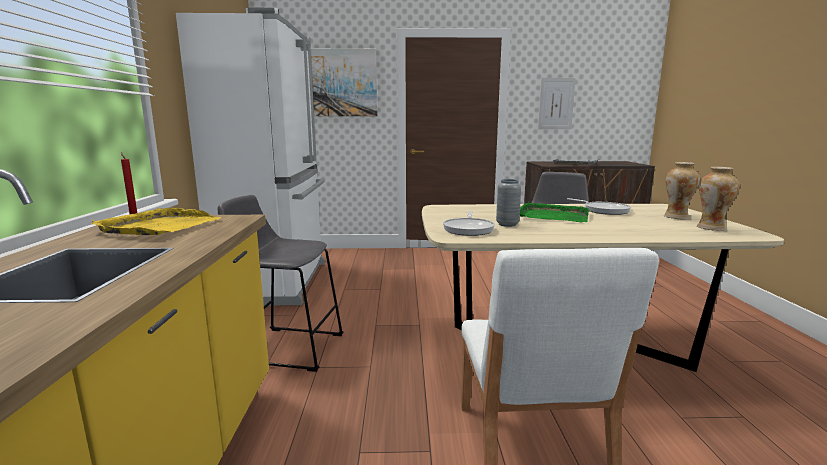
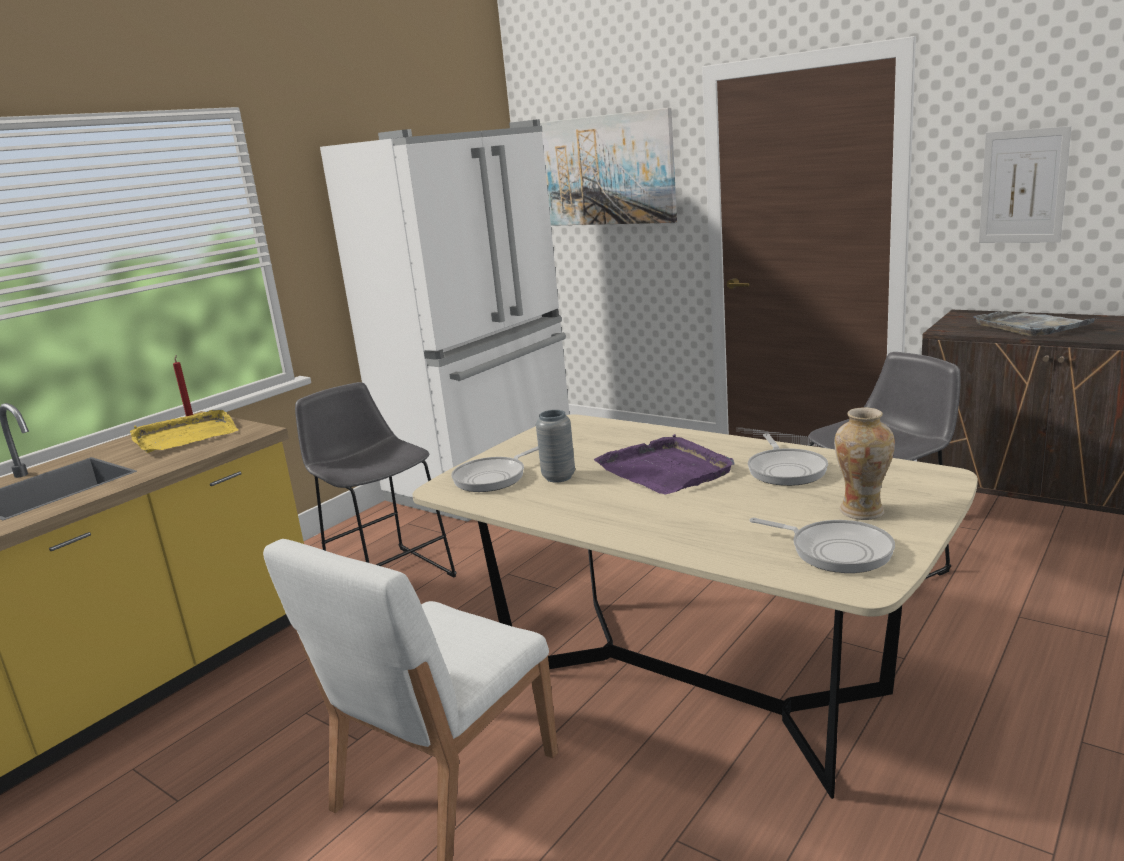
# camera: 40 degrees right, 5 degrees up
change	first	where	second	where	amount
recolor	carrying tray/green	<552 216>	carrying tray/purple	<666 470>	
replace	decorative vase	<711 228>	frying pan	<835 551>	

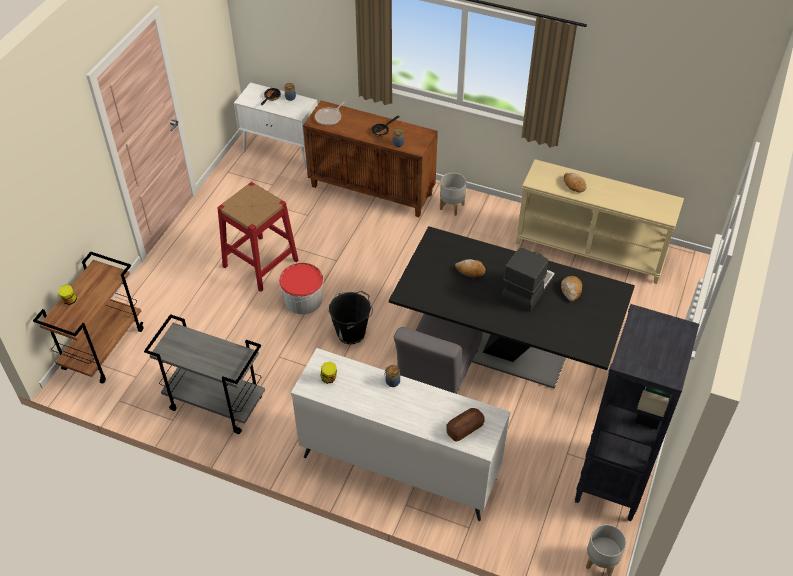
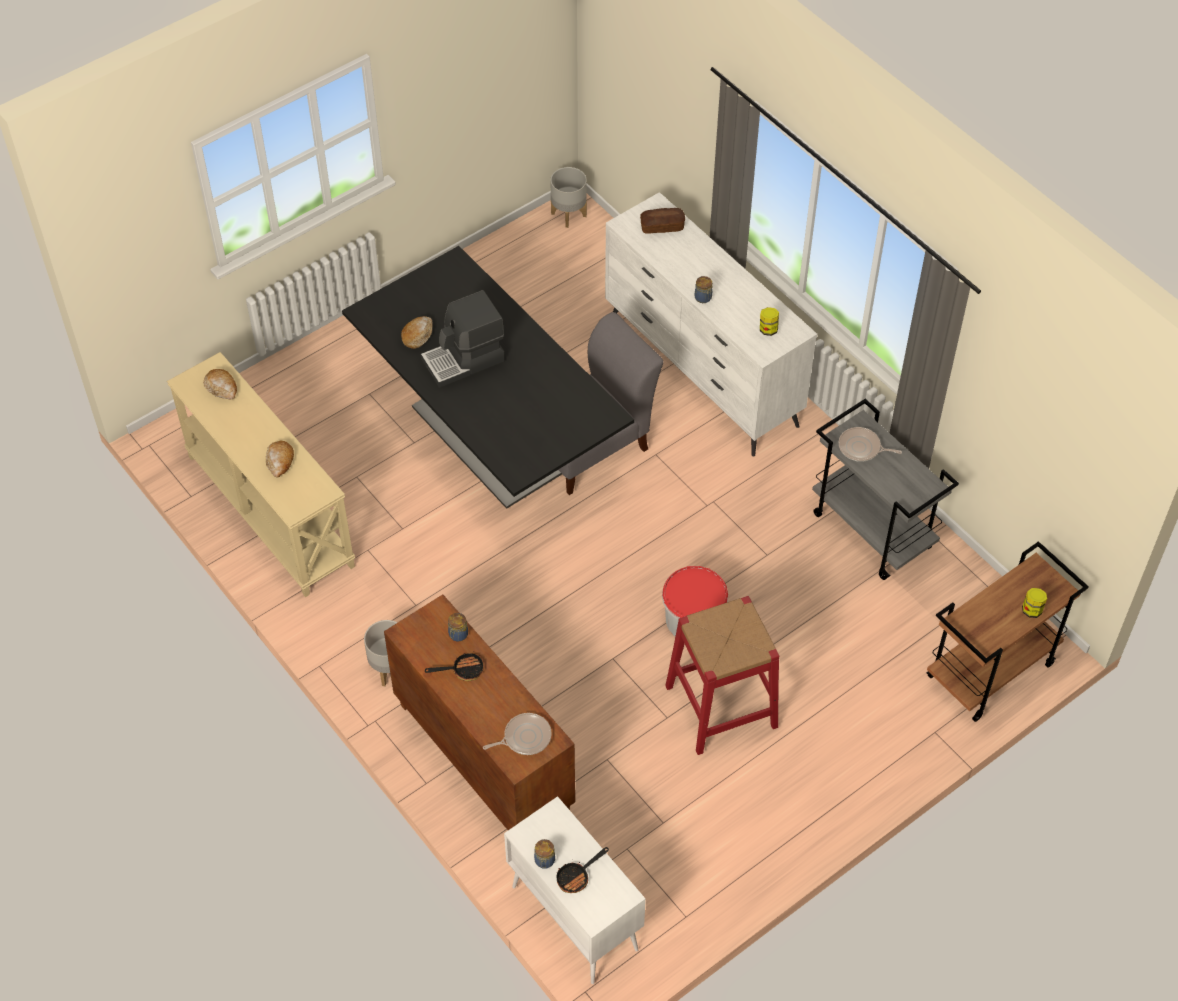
# camera: 150 degrees left, 5 degrees up
change	first	where	second	where	amount
move	bakery bread	<470 271>		<222 388>	
insert			frying pan	<861 448>	
delete	bucket/black	<352 332>			
delete	shelving unit/black	<611 482>			

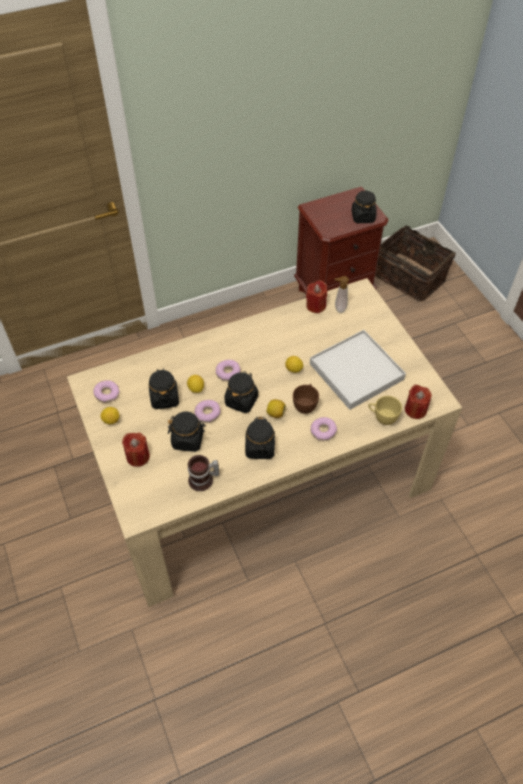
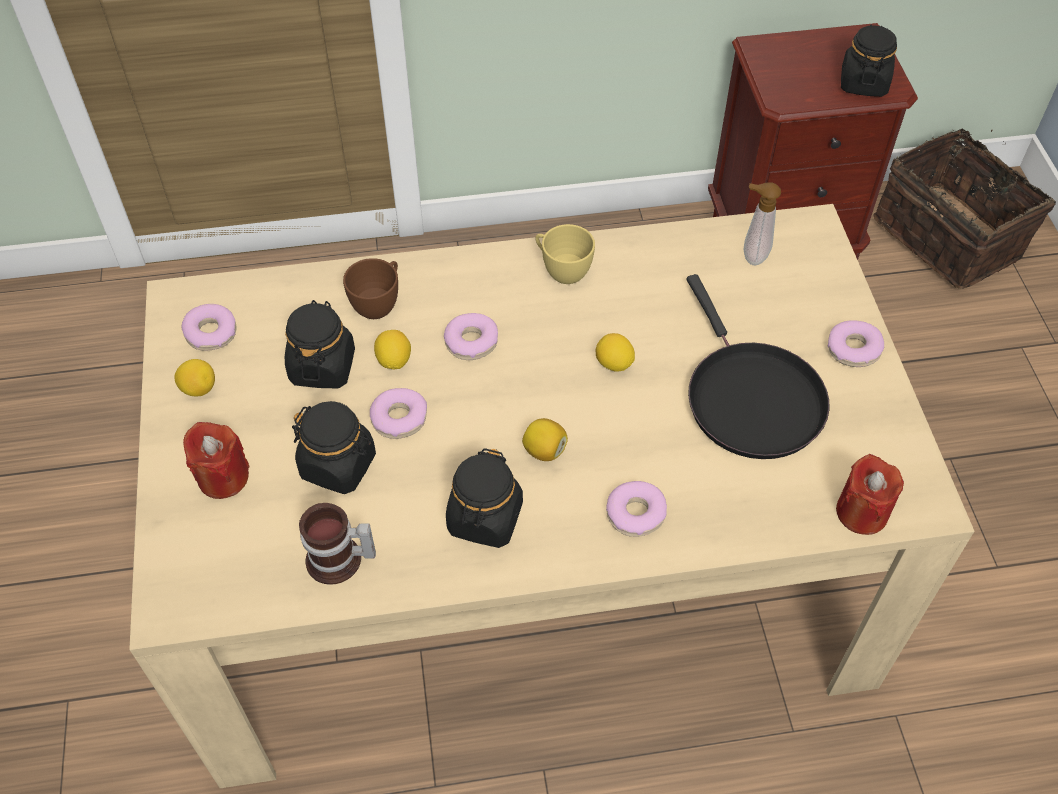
# camera: 15 degrees right, 0 degrees up
change	first	where	second	where	amount
move	drinking cup/brown-coloured	<305 405>		<379 304>	
move	drinking cup/yellowish	<382 418>		<561 270>	
replace	carrying tray/white-coloured	<356 372>	frying pan/black	<750 398>	
insert			doughnut	<853 349>	
delete	storage jar/black	<241 400>			
delete	wax candle/red	<316 305>			

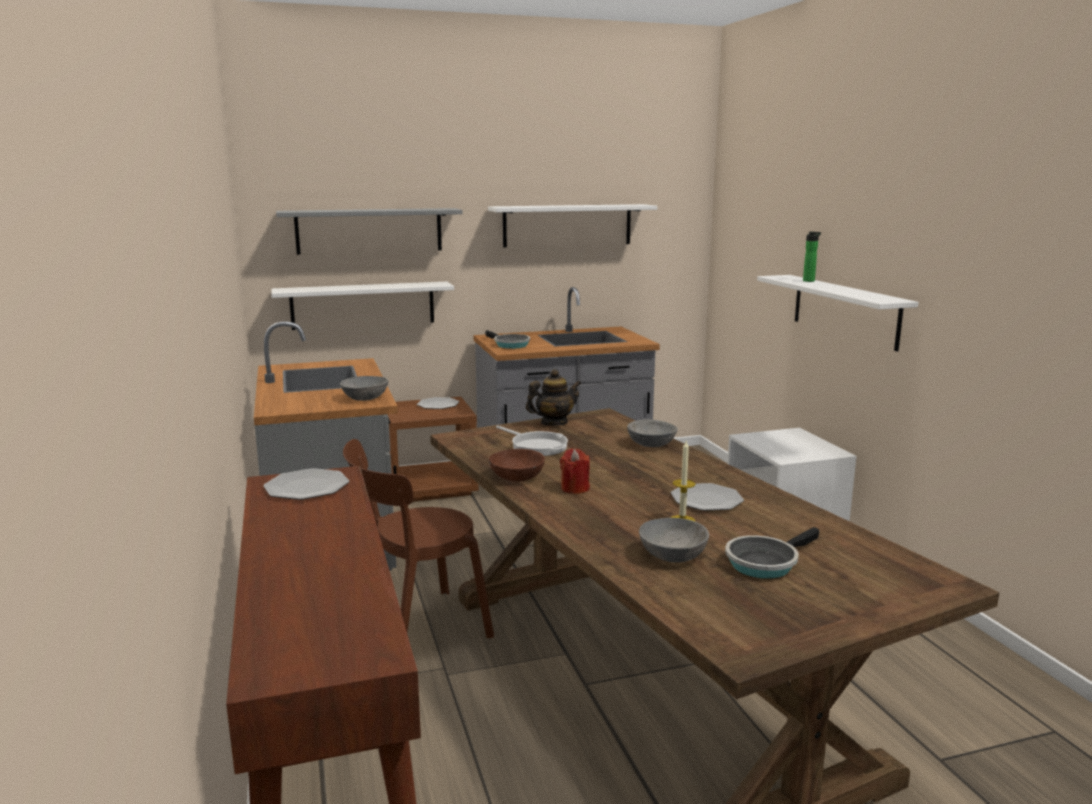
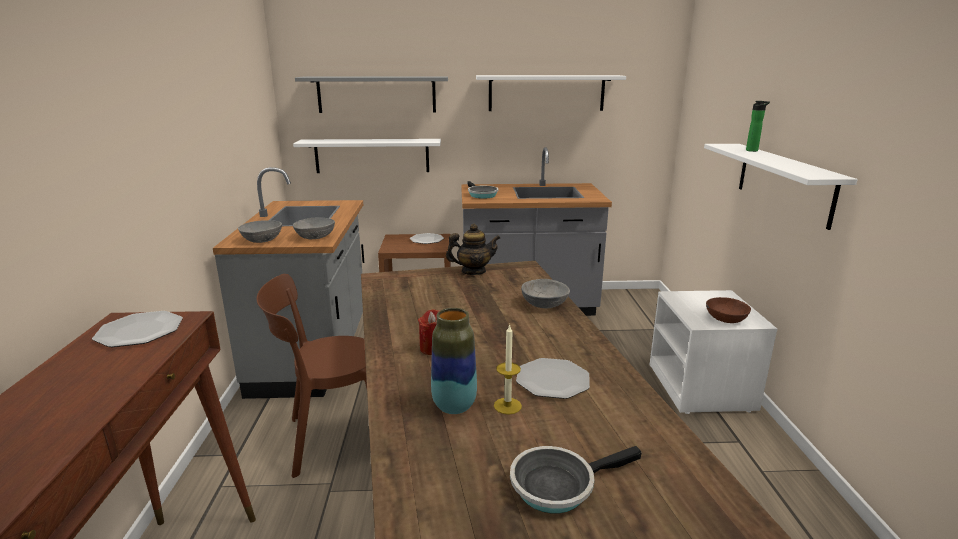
# camera: 15 degrees right, 5 degrees up
change	first	where	second	where	amount
move	serving bowl/greyish	<673 555>		<263 240>	
insert			decorative vase	<454 406>	
move	serving bowl/brown-coloured	<517 477>		<725 319>	
delete	frying pan	<536 446>			

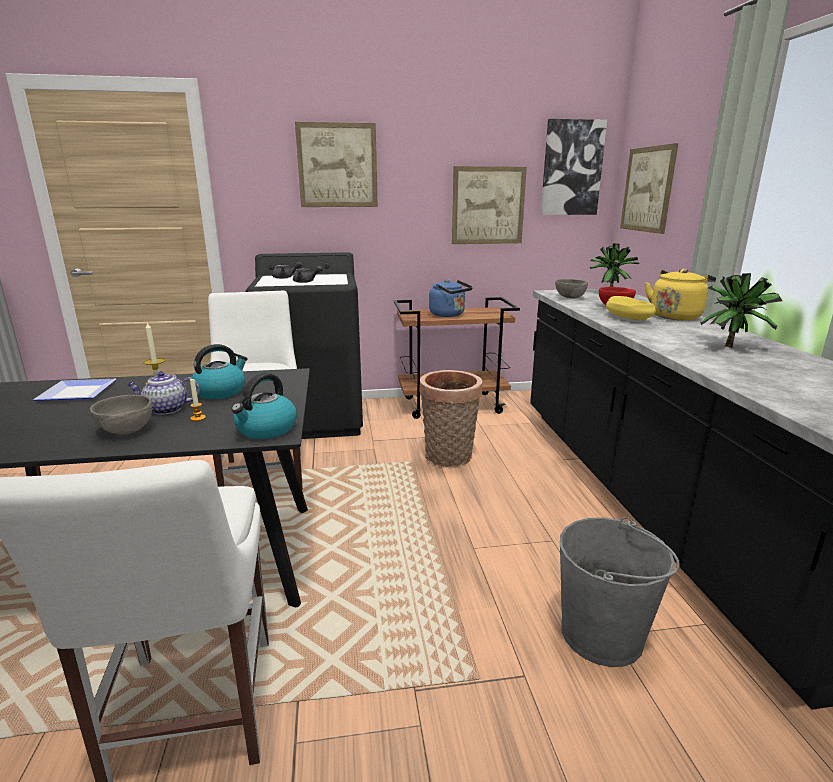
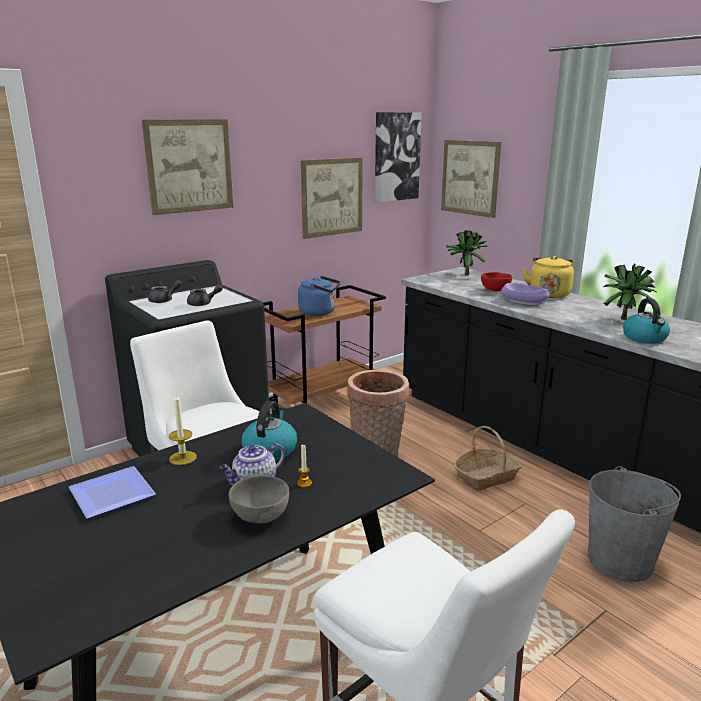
# camera: 30 degrees left, 0 degrees up
change	first	where	second	where	amount
insert			storage basket	<486 477>	
recolor	serving bowl/yellowish	<628 318>	serving bowl/purple	<524 302>	
move	water kettle	<266 429>		<645 338>	
delete	serving bowl/greyish	<570 298>			

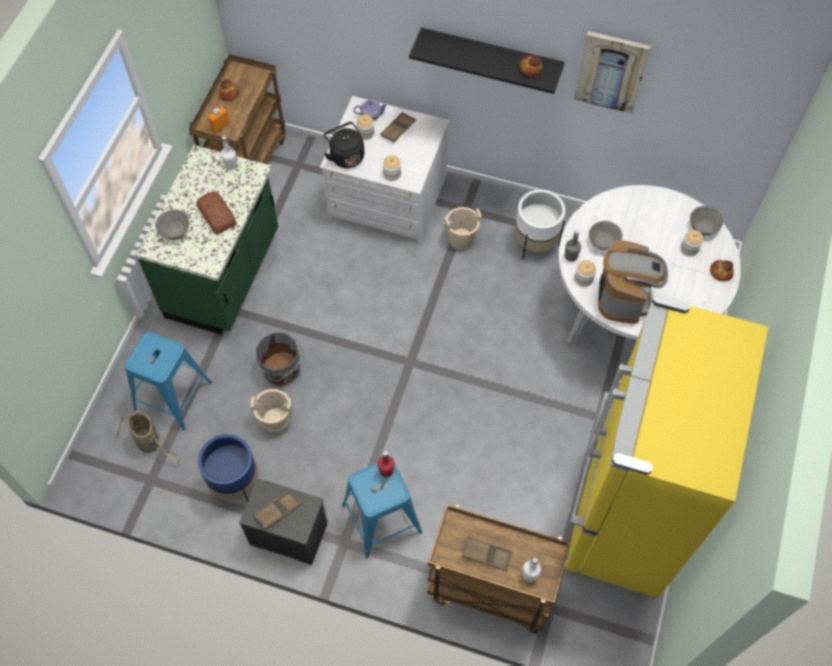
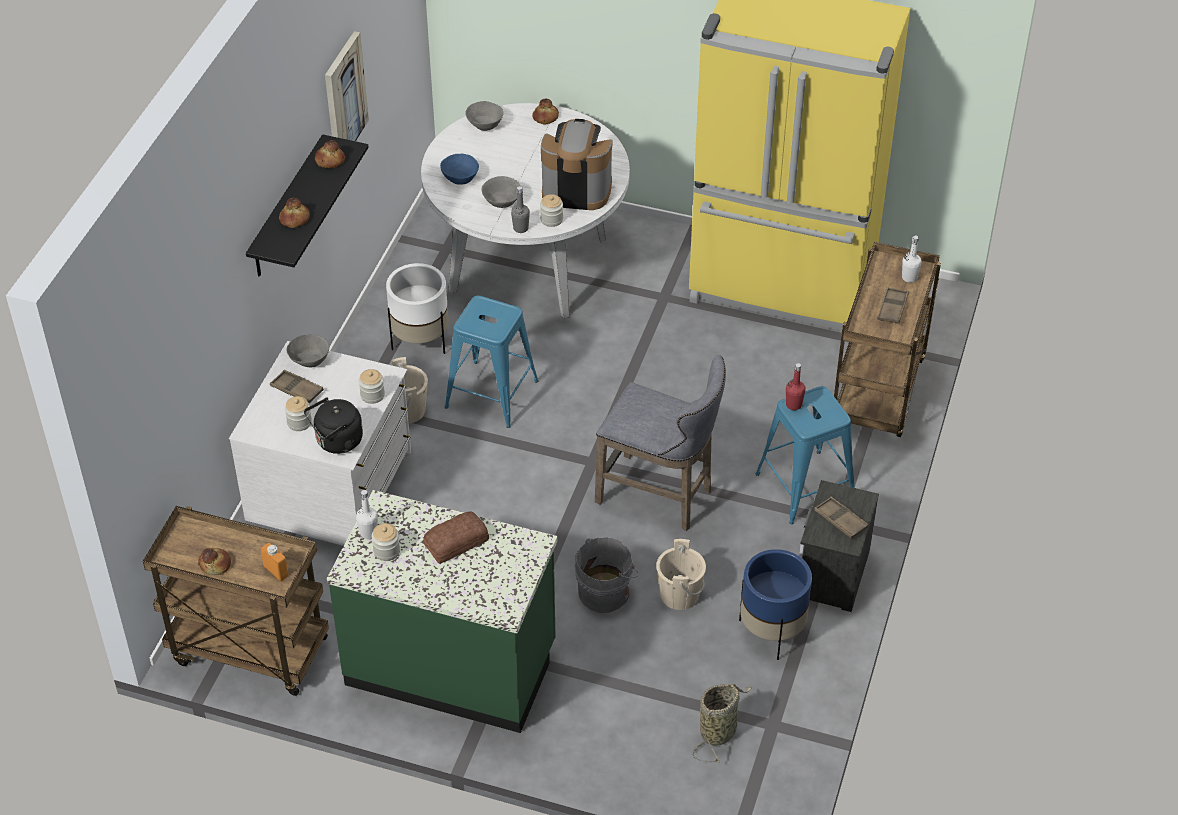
# camera: 90 degrees left, 15 degrees down
change	first	where	second	where	amount
insert			bakery bread	<295 219>	
move	serving bowl/greyish	<175 231>		<310 360>	
move	storage jar	<689 248>		<386 551>	
insert			serving bowl/bluish	<460 178>	
move	sitting stool/bluish	<173 396>		<492 394>	
insert			sitting stool/greyish	<660 496>	
delete	pot for tea	<371 115>			

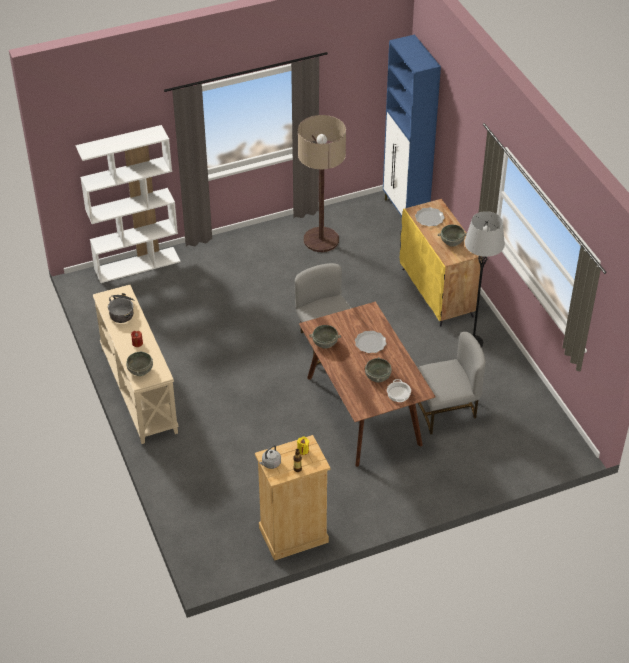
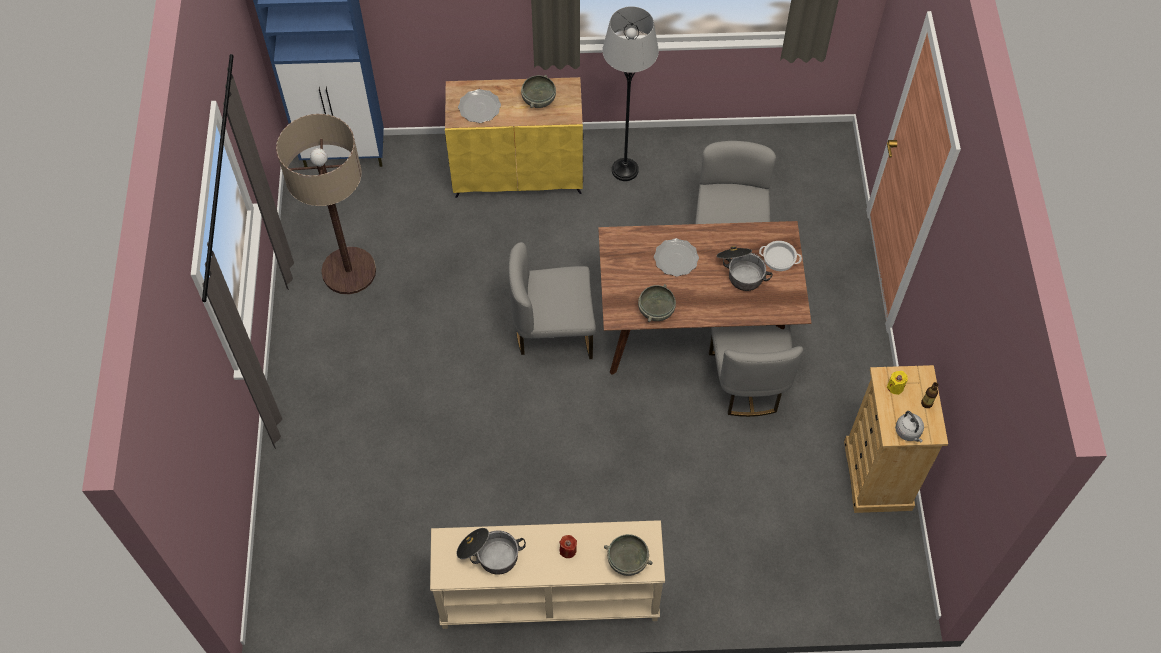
# camera: 70 degrees left, 15 degrees up
change	first	where	second	where	amount
insert			upright chair/greyish	<747 382>	
replace	serving bowl/greyish	<377 377>	stockpot	<741 271>	
delete	shelving unit/white-coloured	<137 264>			

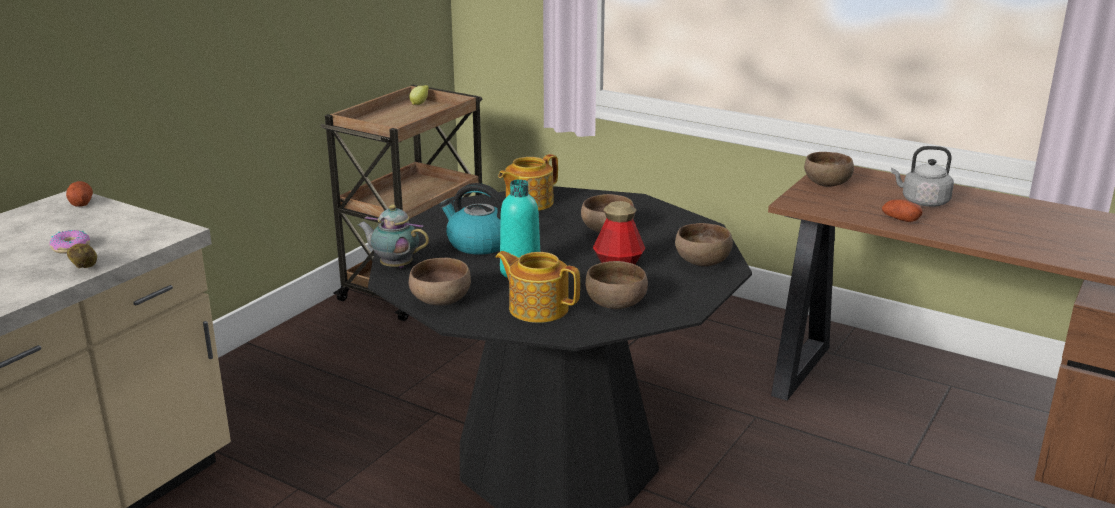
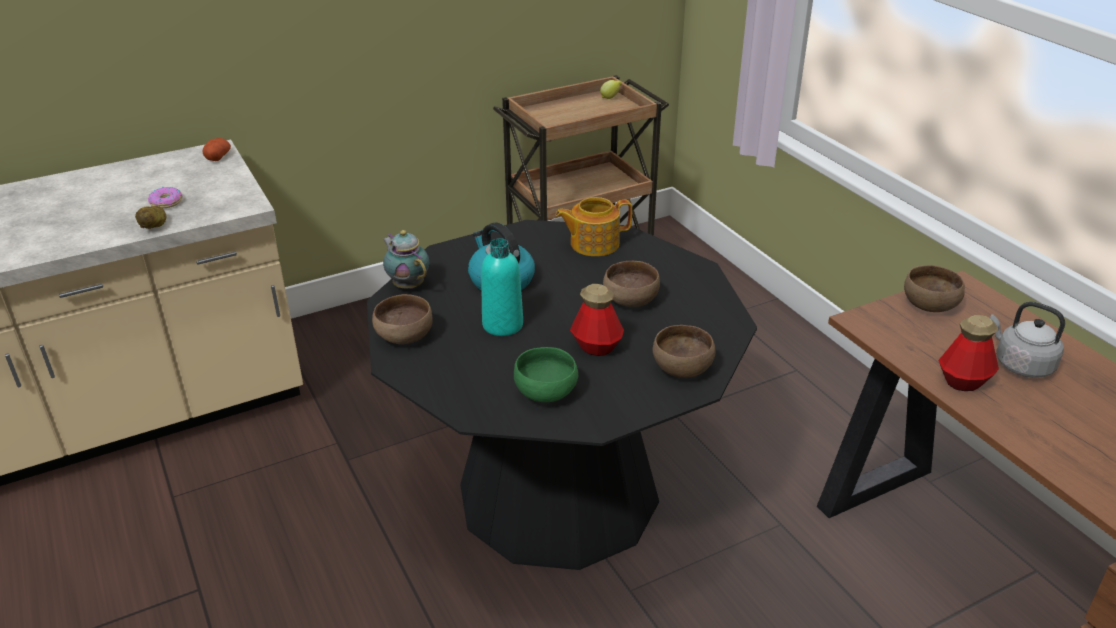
# camera: 30 degrees right, 10 degrees up
change	first	where	second	where	amount
recolor	serving bowl/brown-coloured	<616 303>	serving bowl/green	<547 392>	
replace	potato	<900 219>	beverage bottle	<963 381>	
delete	pot for tea	<538 308>			

